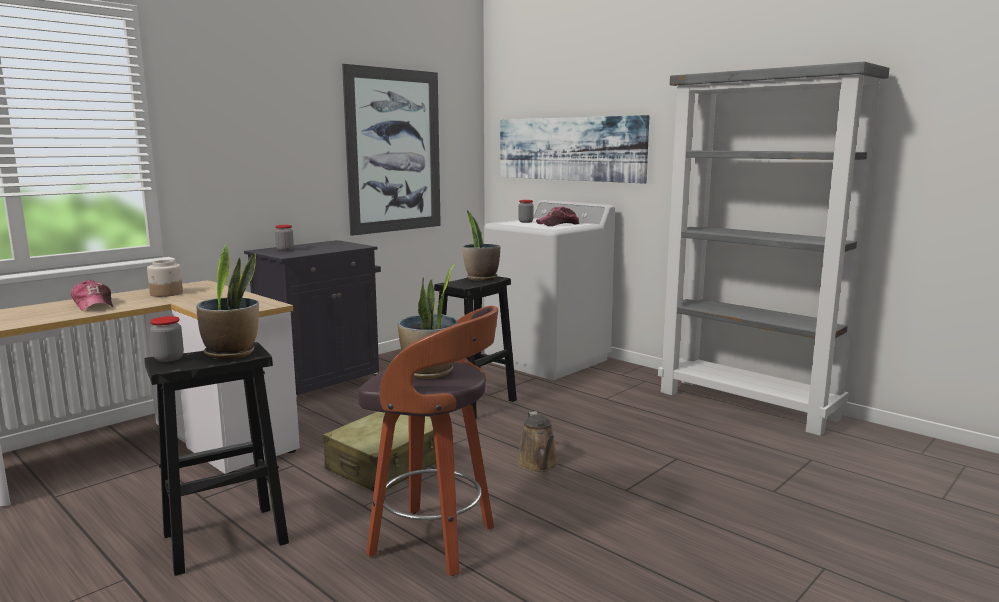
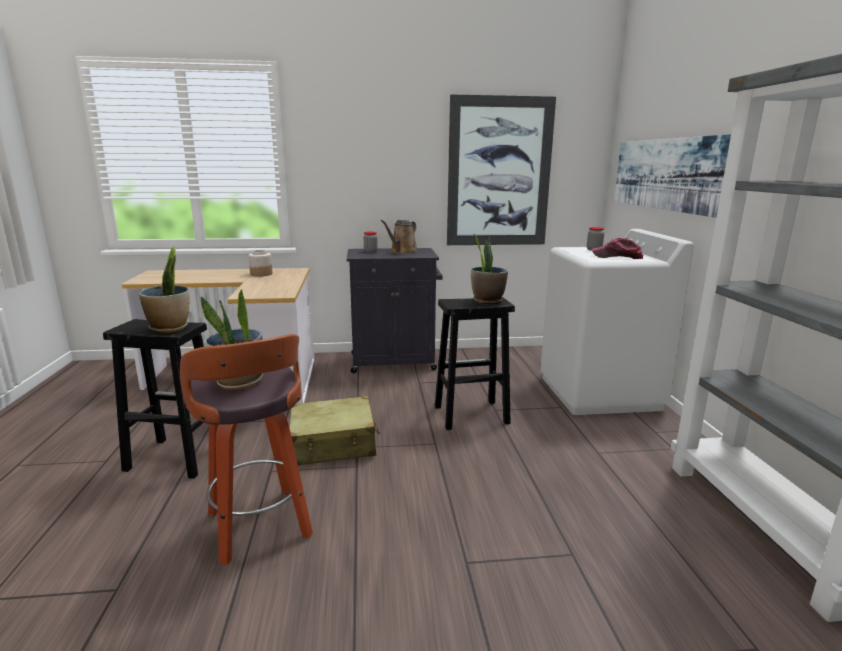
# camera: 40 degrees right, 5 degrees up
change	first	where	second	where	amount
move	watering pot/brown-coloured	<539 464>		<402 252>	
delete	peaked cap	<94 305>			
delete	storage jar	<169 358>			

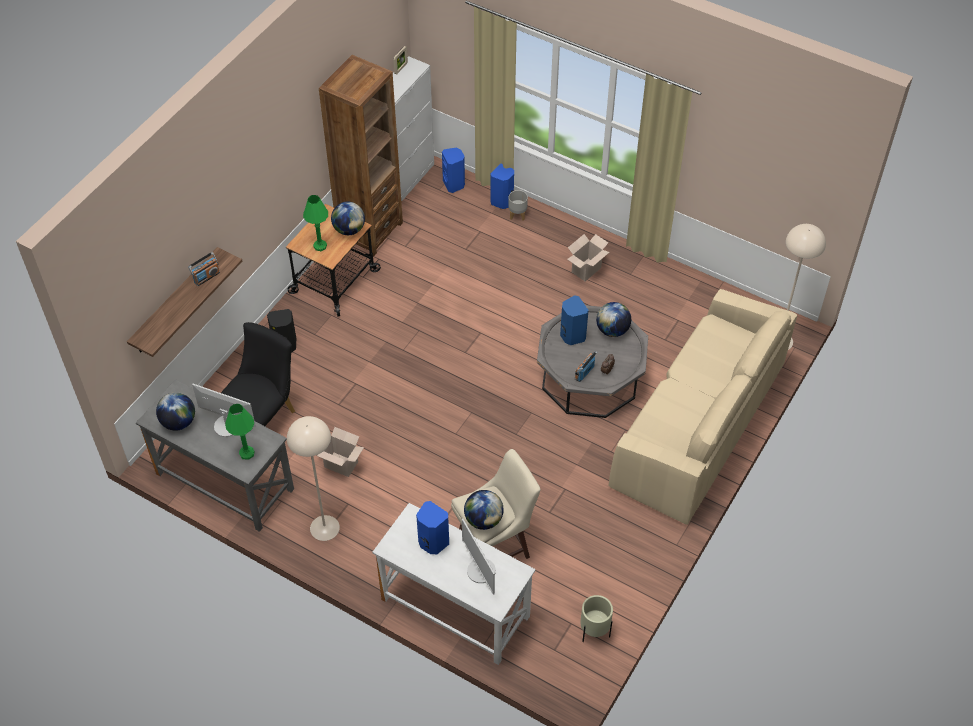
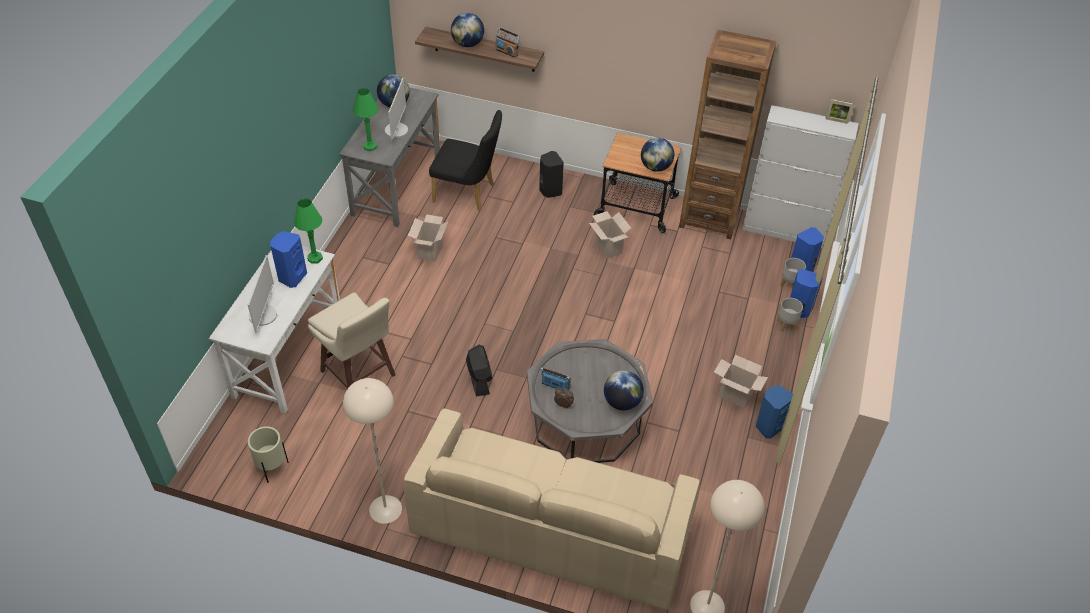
# camera: 75 degrees right, 5 degrees down
change	first	where	second	where	amount
rotate	computer display	<481 571>		<263 315>	135 degrees clockwise
move	table lamp/green	<320 246>		<315 258>	
move	standard lamp/beige-coloured	<324 528>		<385 509>	
move	desk globe	<483 519>		<468 44>	
insert			electric fan/black	<479 379>	
insert			packing box	<607 247>	
move	audio speaker/bluish	<571 336>		<768 426>	
insert			plant pot/greyish	<790 284>	

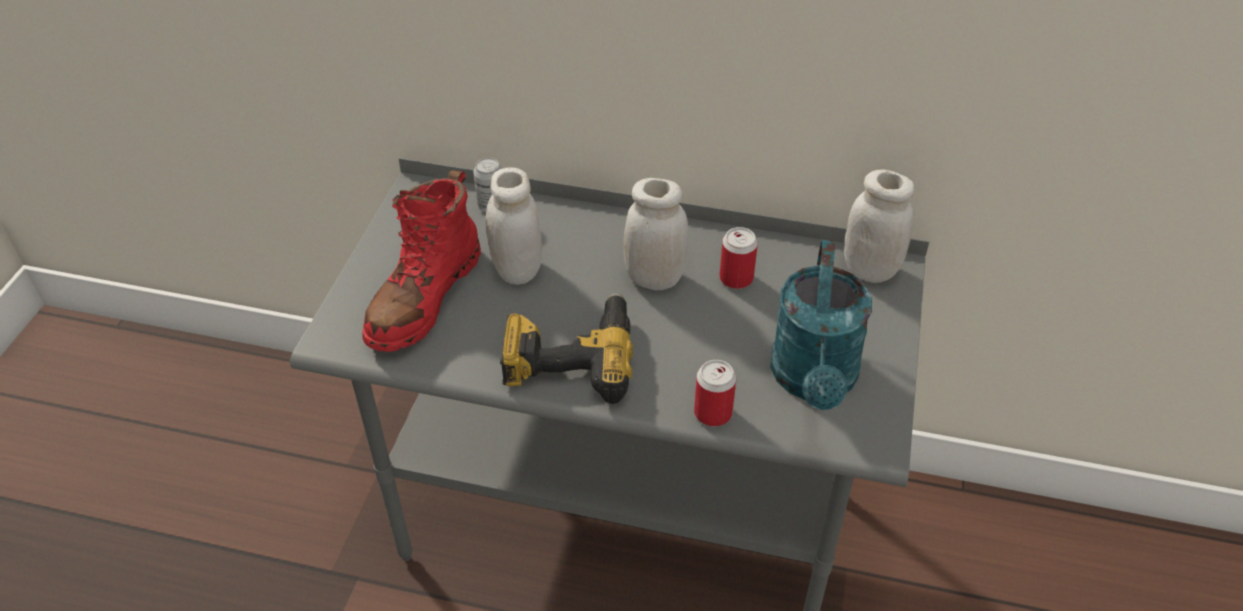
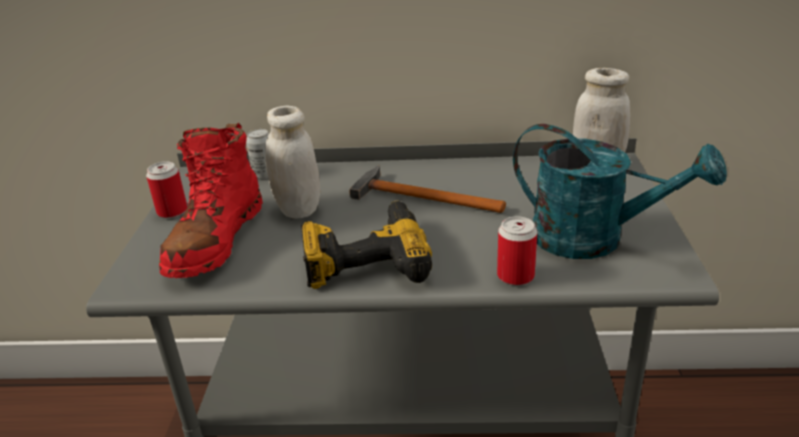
# camera: 10 degrees left, 15 degrees down
change	first	where	second	where	amount
move	sealed can	<736 278>		<172 211>	
replace	storage jar/white-coloured	<654 278>	hand hammer	<421 196>	
rotate	watering pot/turquoise-coloured	<814 381>		<594 239>	60 degrees counterclockwise

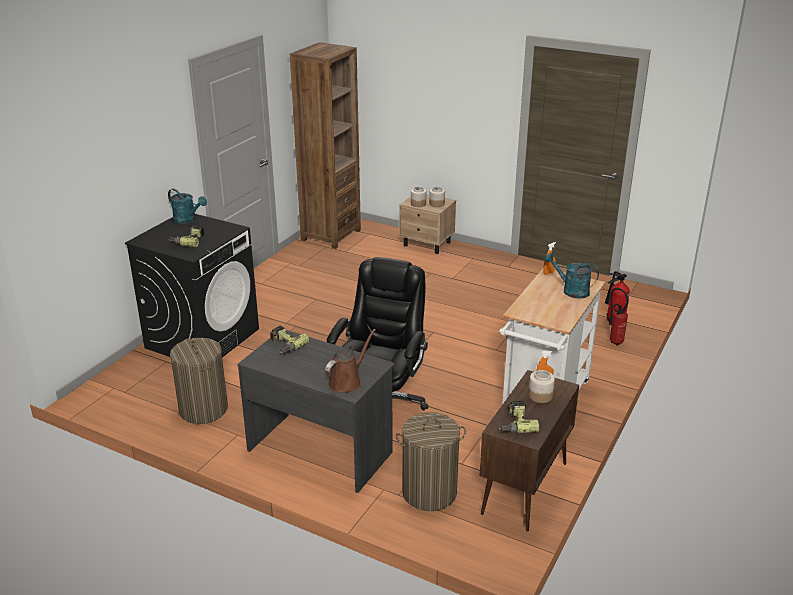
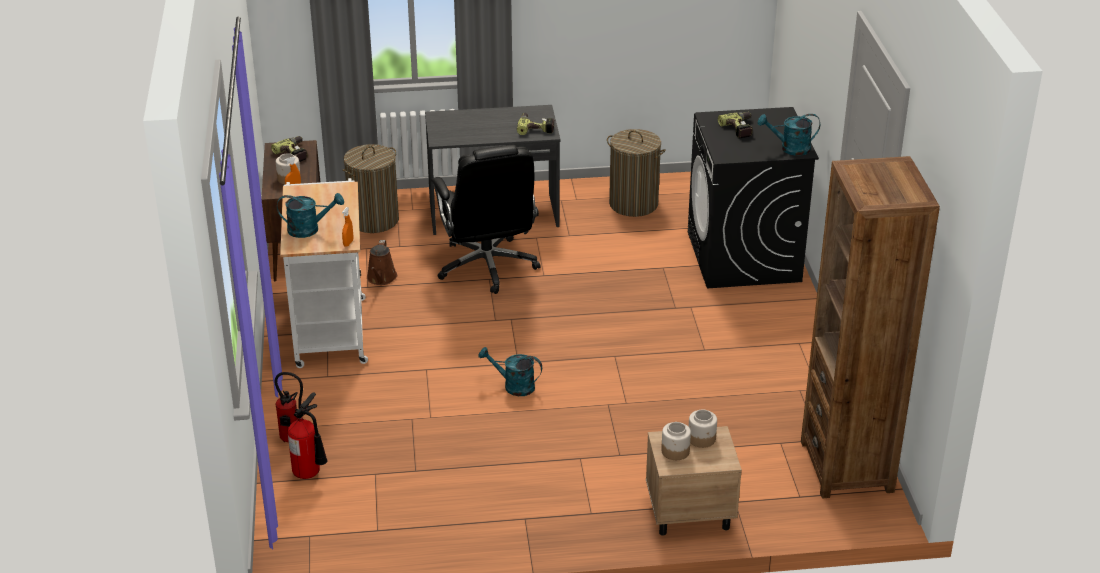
# camera: 145 degrees right, 5 degrees up
change	first	where	second	where	amount
move	watering pot/brown-coloured	<347 381>		<381 278>	
insert			watering pot/turquoise-coloured	<513 386>	

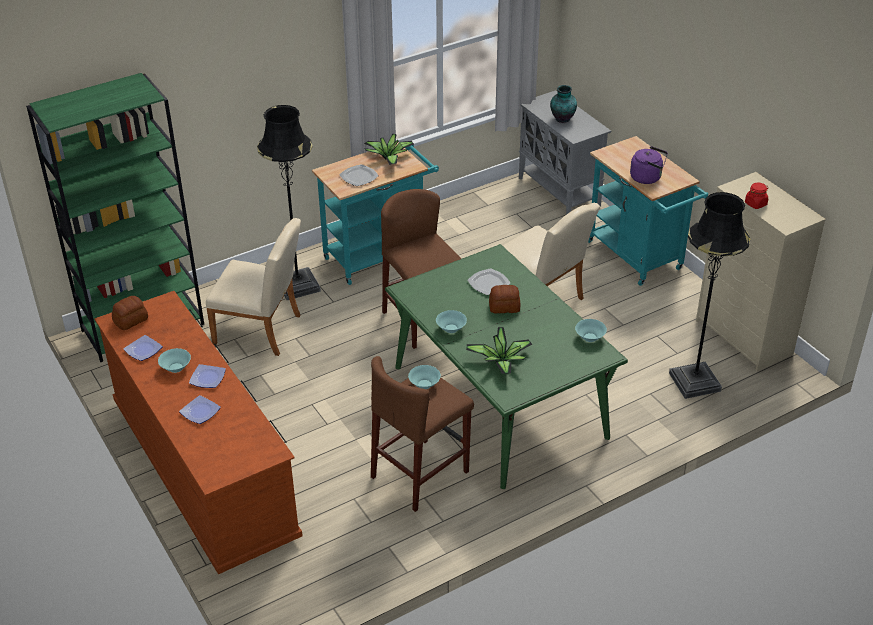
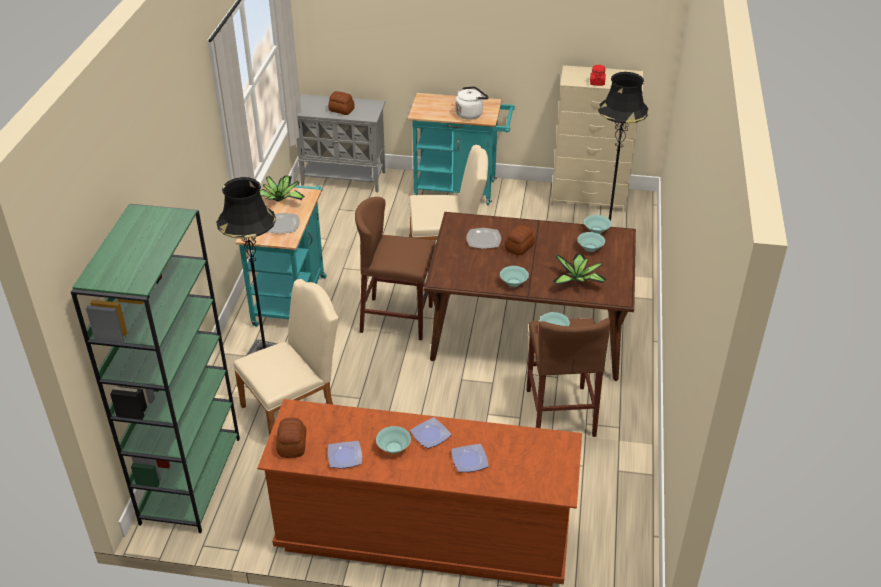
# camera: 50 degrees left, 0 degrees up
change	first	where	second	where	amount
replace	decorative vase	<562 119>	bakery bread	<341 110>	
recolor	dining table/green	<498 401>	dining table/brown-coloured	<527 332>	
recolor	water kettle/purple	<647 178>	water kettle/white-coloured	<470 114>	
insert			serving bowl/turquoise-coloured	<590 248>	

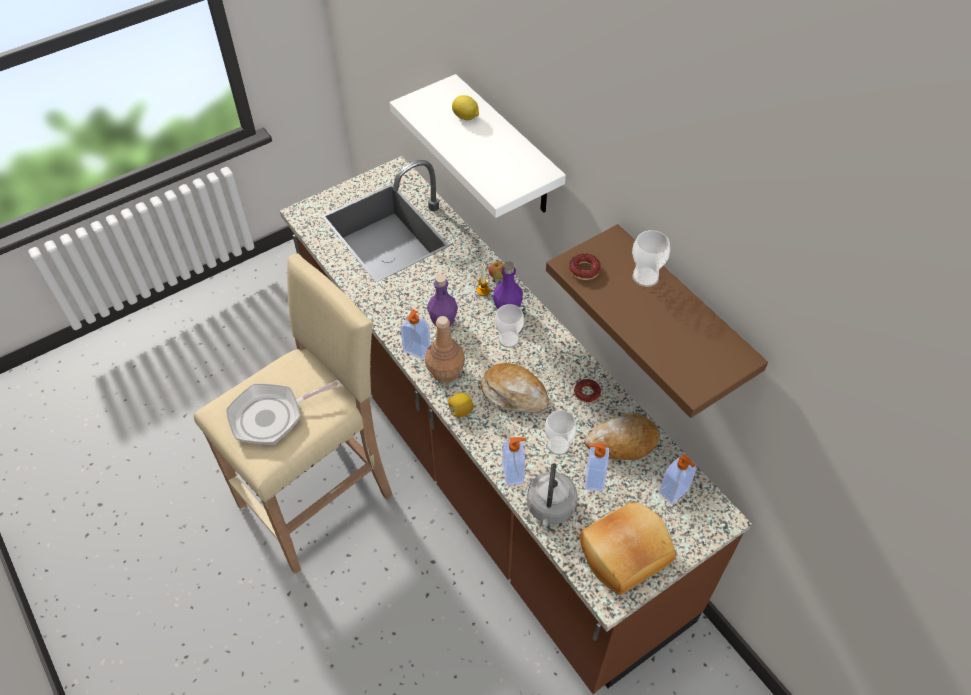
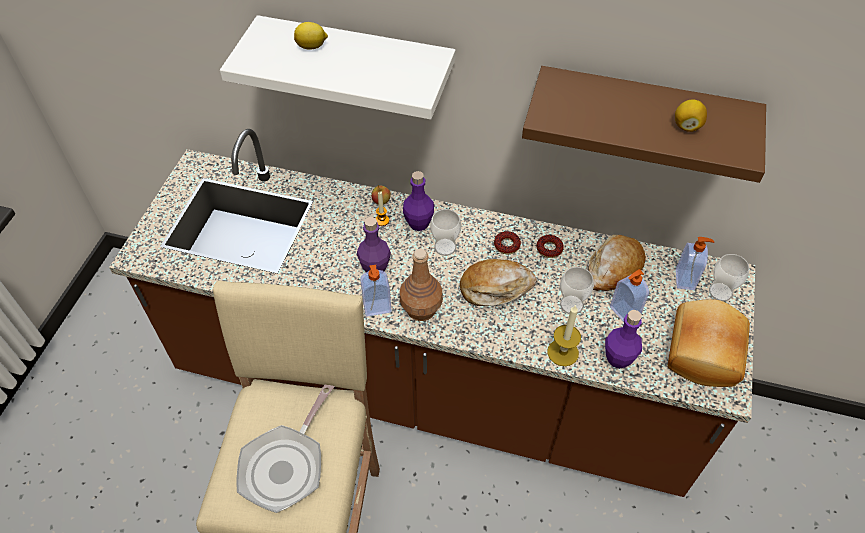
# camera: 40 degrees left, 0 degrees up
change	first	where	second	where	amount
move	doughnut	<584 270>		<506 245>	
replace	liquid soap bottle	<513 473>	wax candle	<563 352>	
replace	water kettle/greyish	<550 508>	beverage bottle/purple	<618 359>	
move	whole lemon	<460 411>		<687 126>	
move	drinking cup	<645 277>		<720 292>	

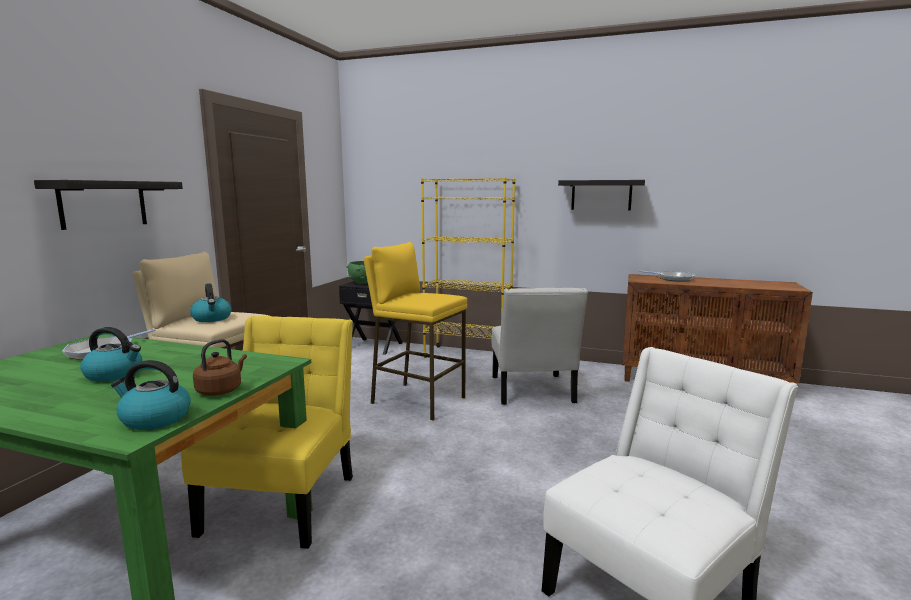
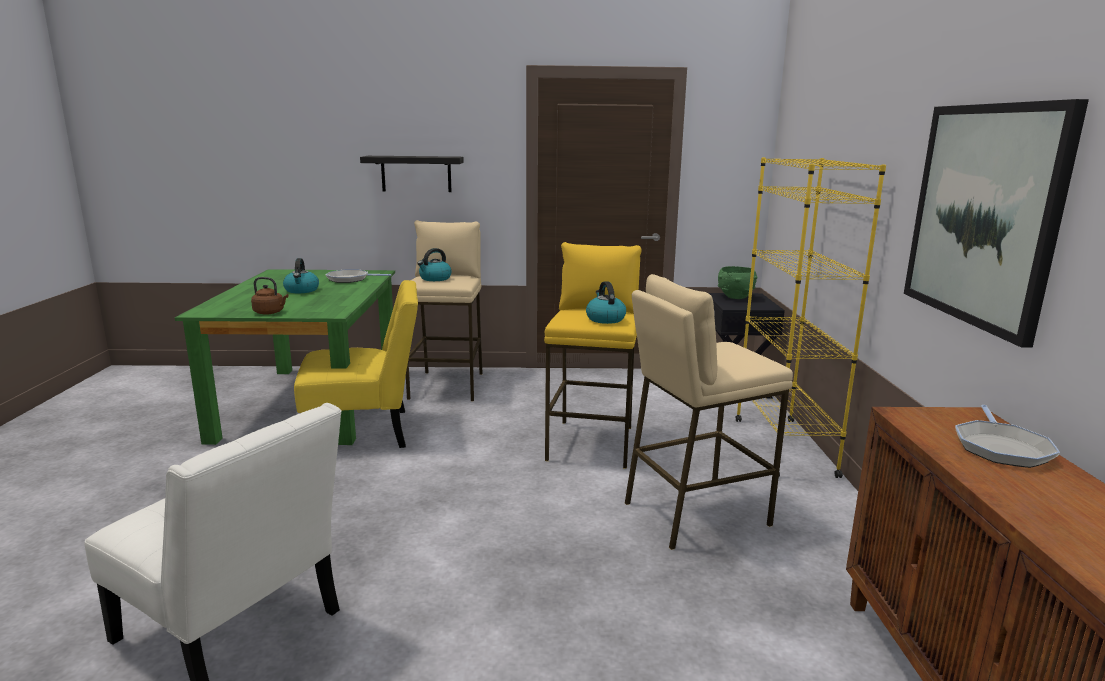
# camera: 70 degrees right, 5 degrees up
change	first	where	second	where	amount
move	water kettle	<154 419>		<605 319>	
replace	upright chair/white-coloured	<532 392>	sitting stool/beige-coloured	<694 513>	
replace	shelf/black	<601 195>	wall art	<983 215>	

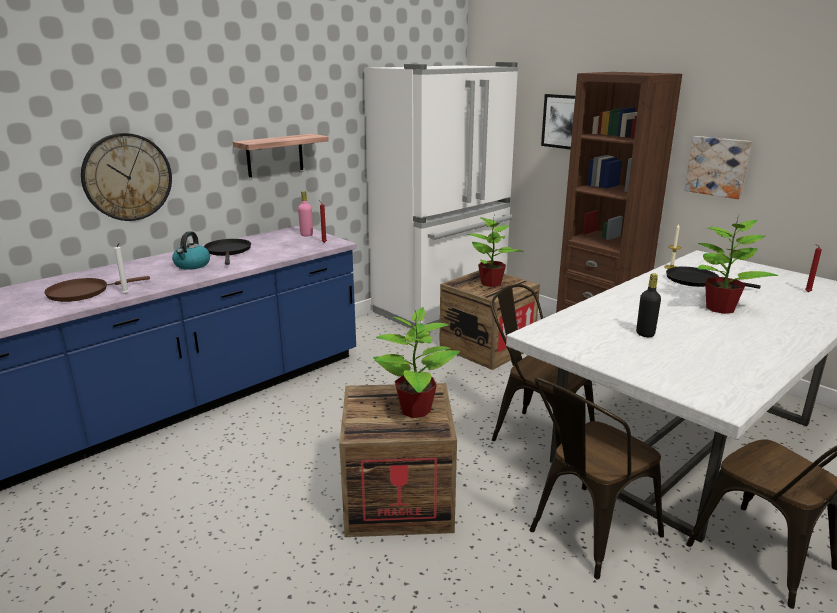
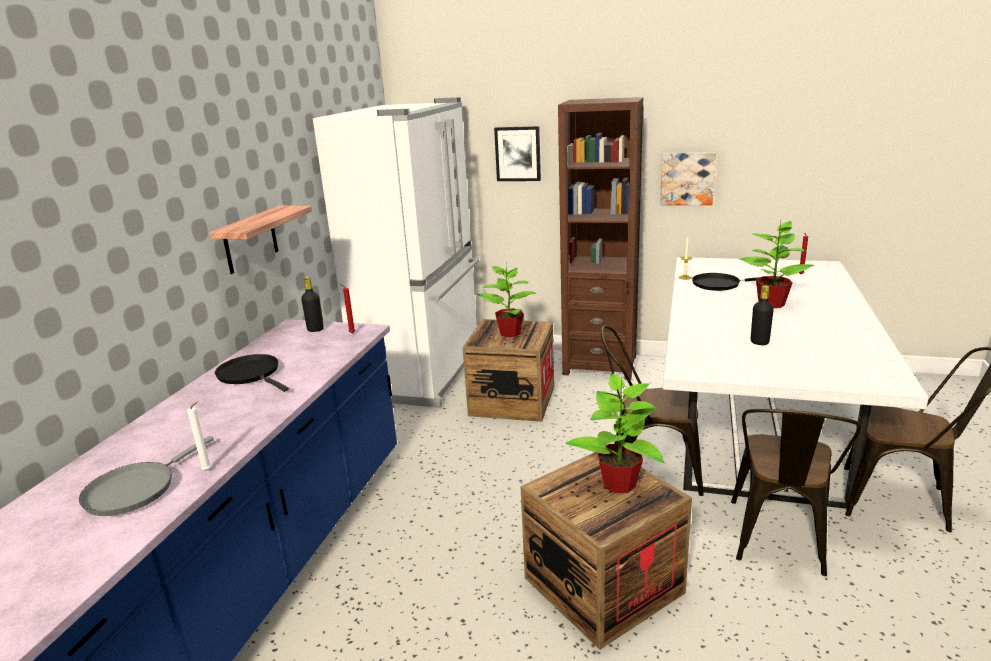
# camera: 30 degrees left, 0 degrees up
change	first	where	second	where	amount
recolor	frying pan/brown-coloured	<82 292>	frying pan/greyish	<135 489>	
recolor	beverage bottle/pink-coloured	<306 235>	beverage bottle/black	<315 329>	
delete	clock on the wall	<127 177>			
delete	water kettle	<192 265>			

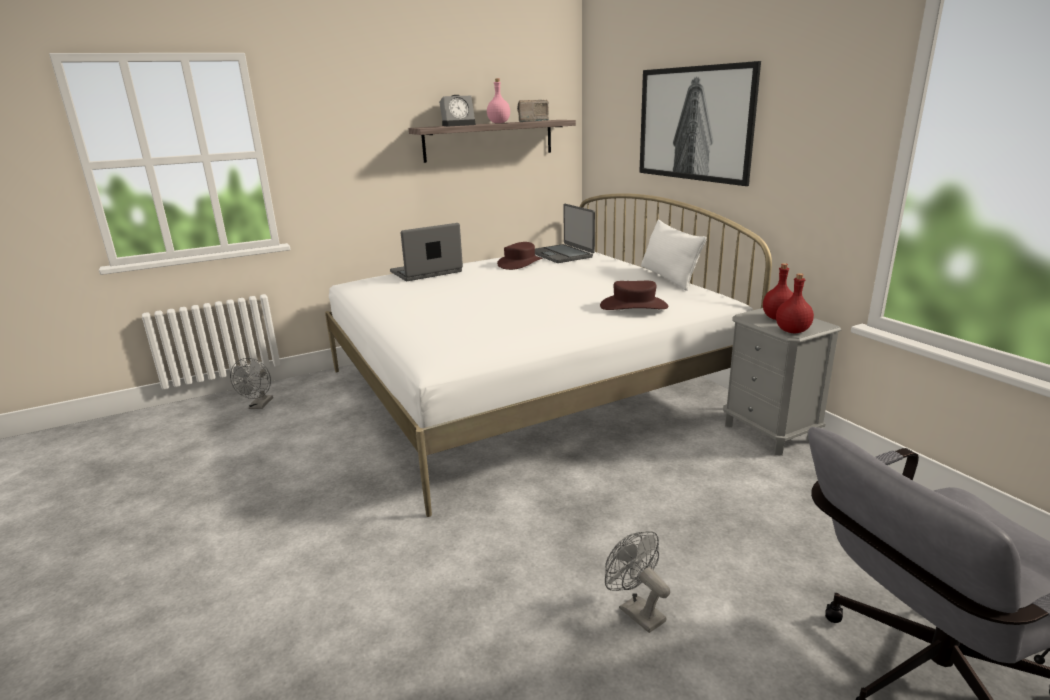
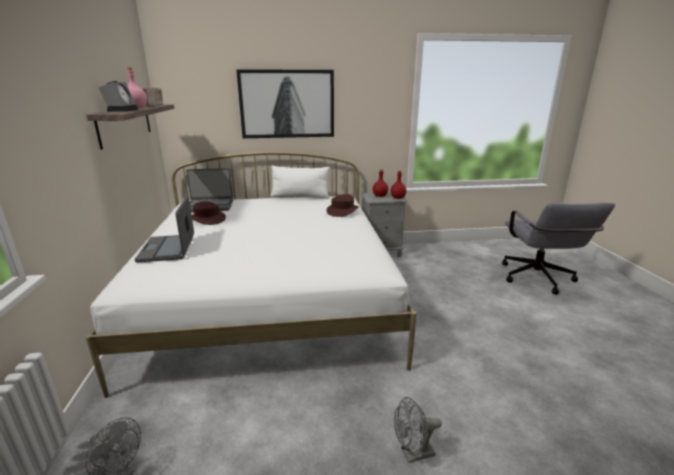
# camera: 70 degrees left, 0 degrees up
change	first	where	second	where	amount
move	electric fan/greyish	<636 611>		<413 454>	

